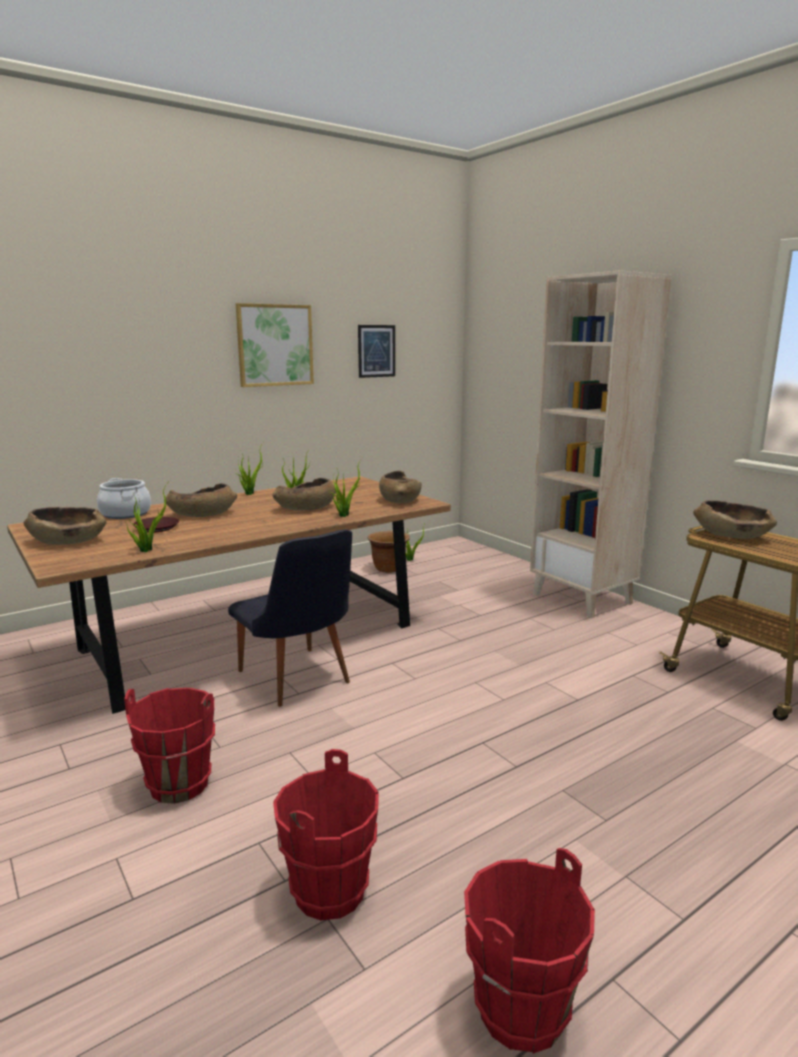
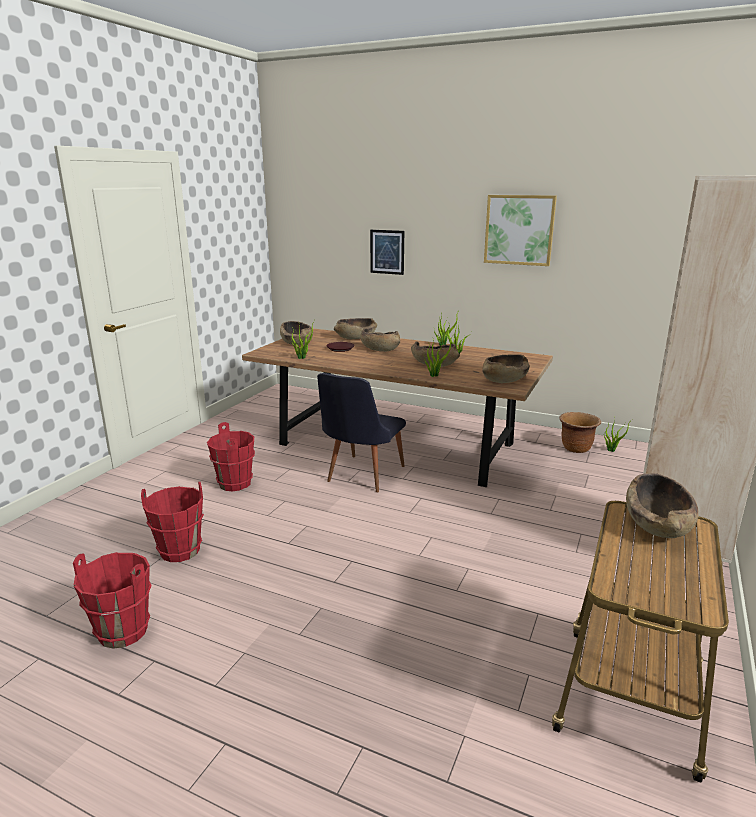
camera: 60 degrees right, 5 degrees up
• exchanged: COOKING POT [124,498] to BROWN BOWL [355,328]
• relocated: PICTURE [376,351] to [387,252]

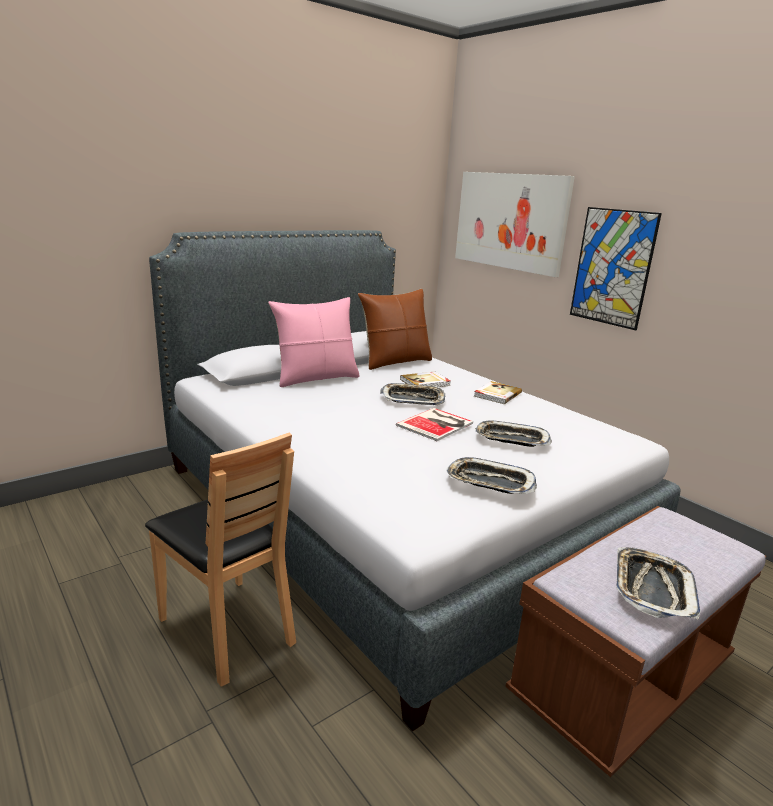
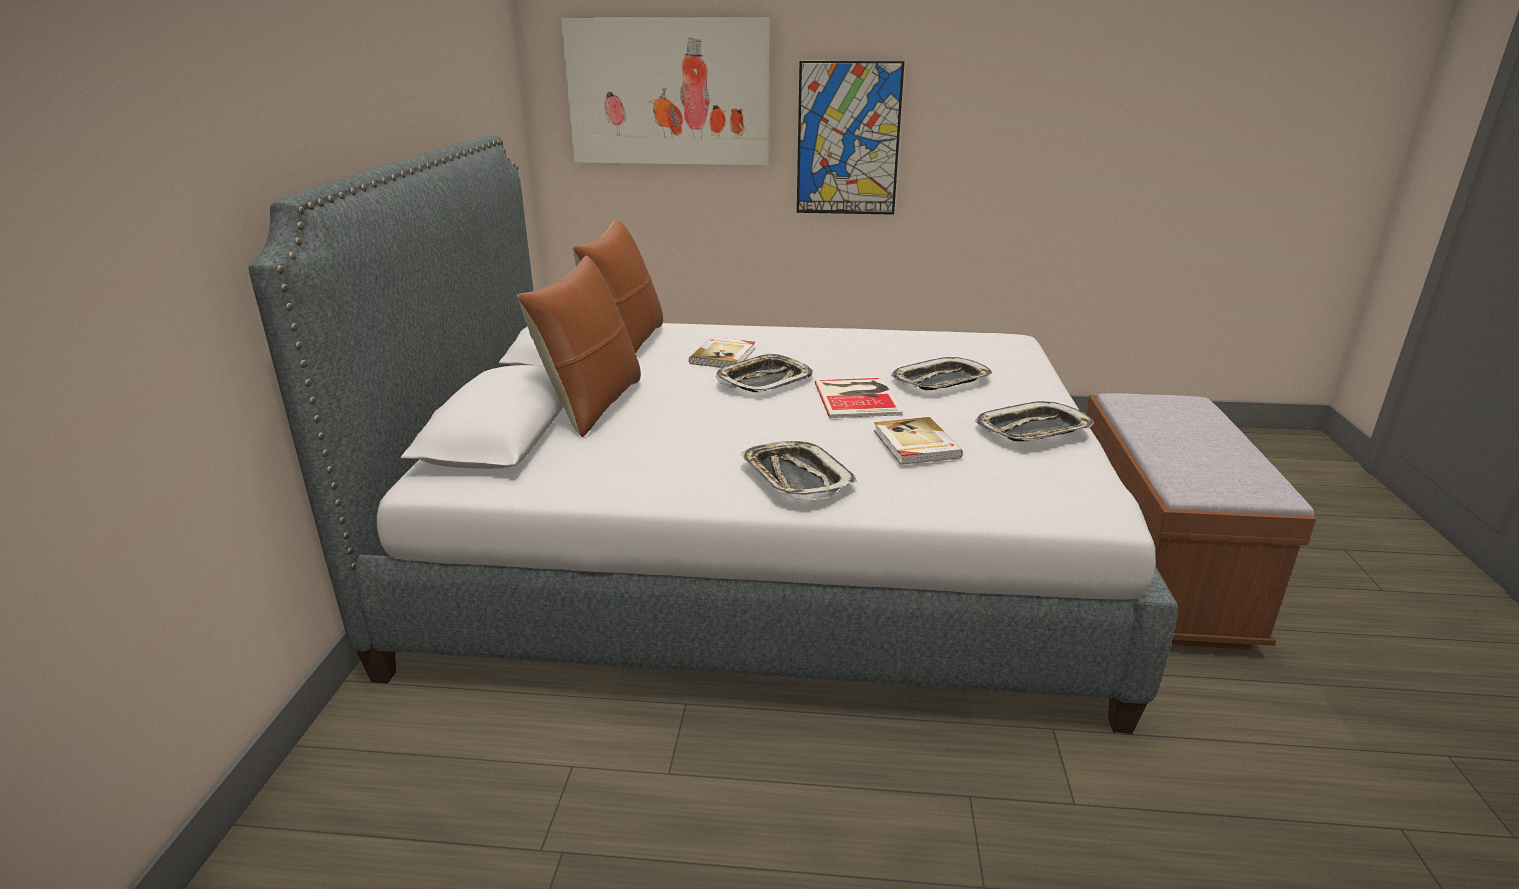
camera: 45 degrees left, 5 degrees up
• missing: BROWN CHAIR [220,559]
• colour: PINK PILLOW [314,342] to BROWN PILLOW [579,346]
• relocated: BOOK [498,392] to [918,441]
• relocated: TRAY [658,583] to [798,470]

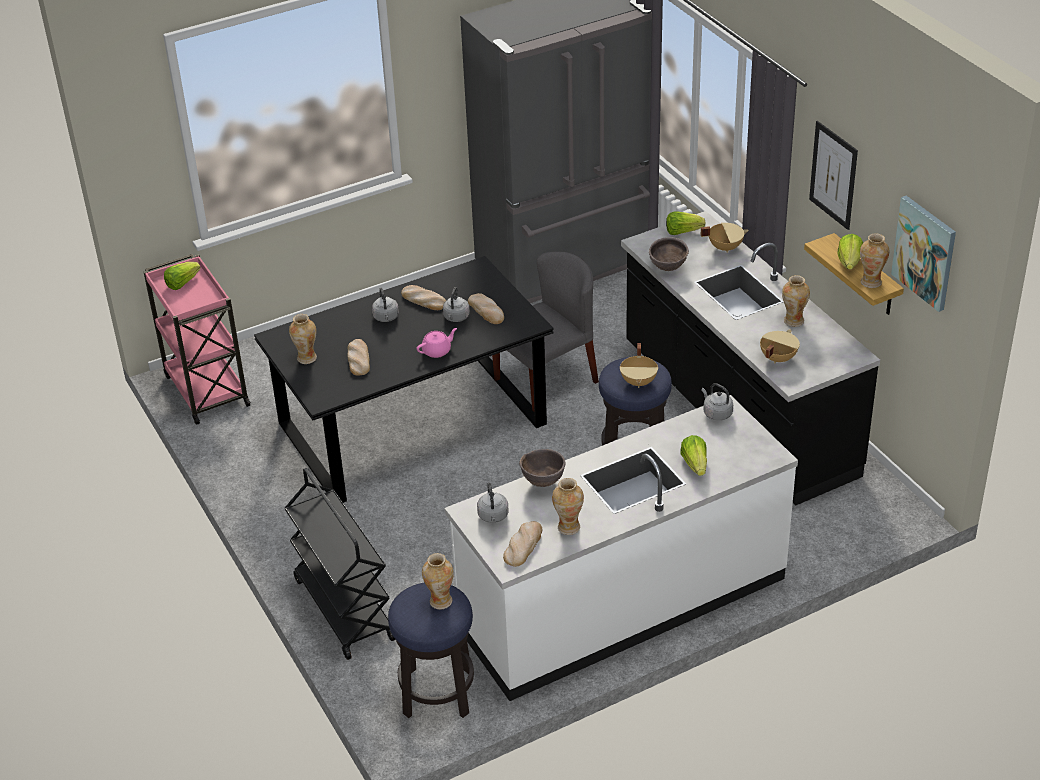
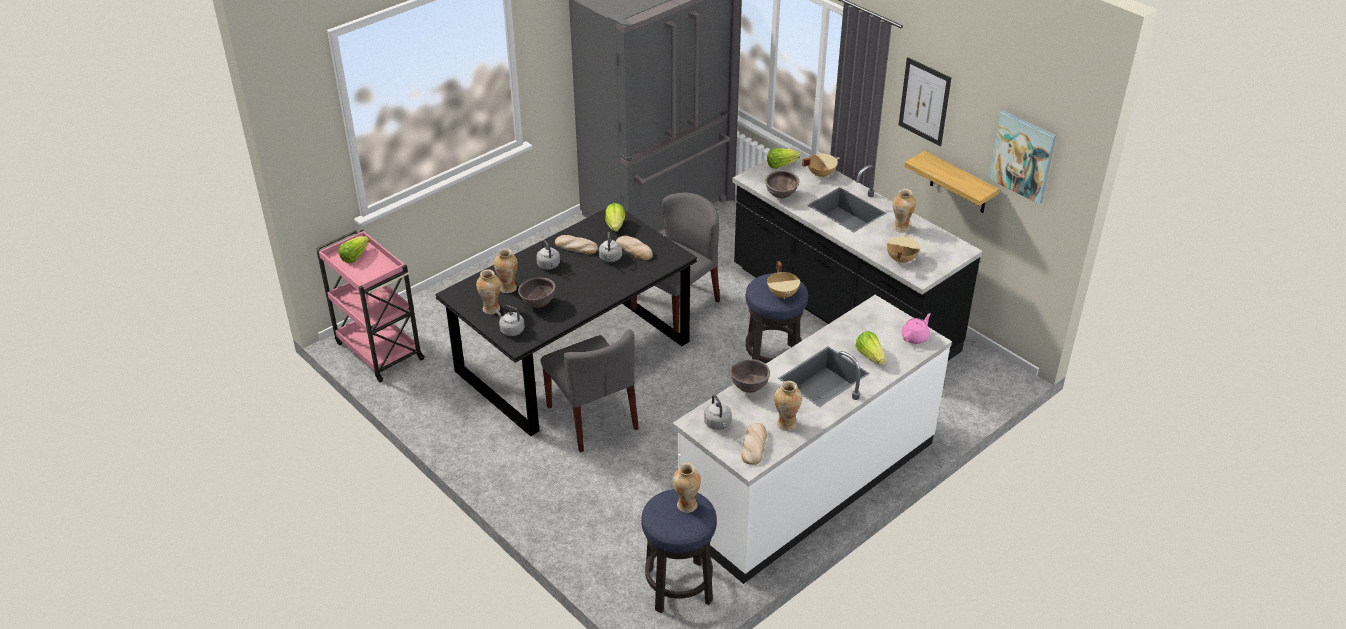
camera: 15 degrees left, 0 degrees up
• missing: BLACK CART [340,564]
• exchanged: BREAD [358,357] to BROWN BOWL [536,293]
• relocated: PINK TEAPOT [437,343] to [916,328]
• relocated: GREY KETTLE [717,402] to [510,320]
• relocated: LETTUCE [850,251] to [615,217]
• relocated: VASE [874,261] to [506,271]
• appeared: GREY CHAIR [590,391]

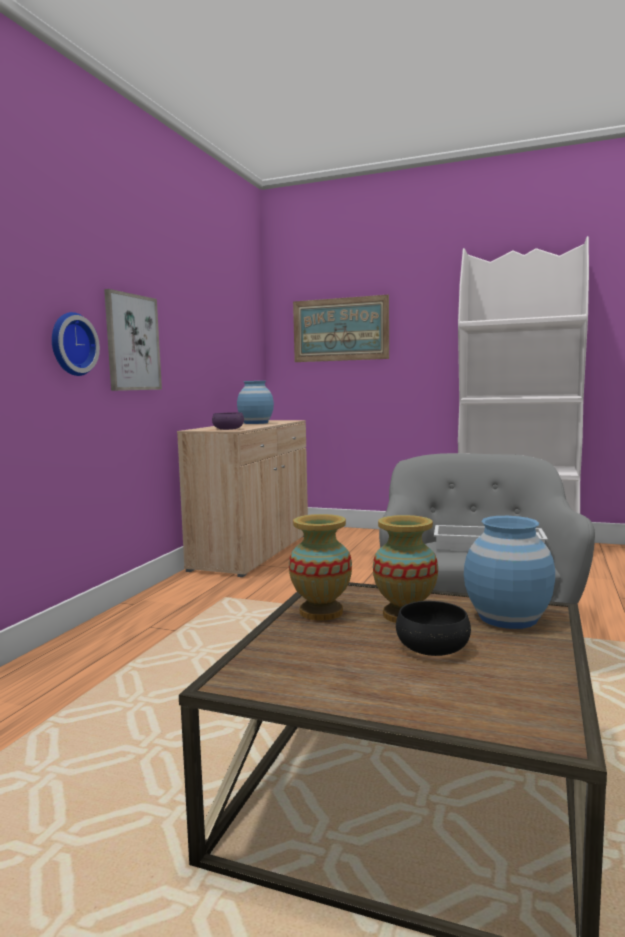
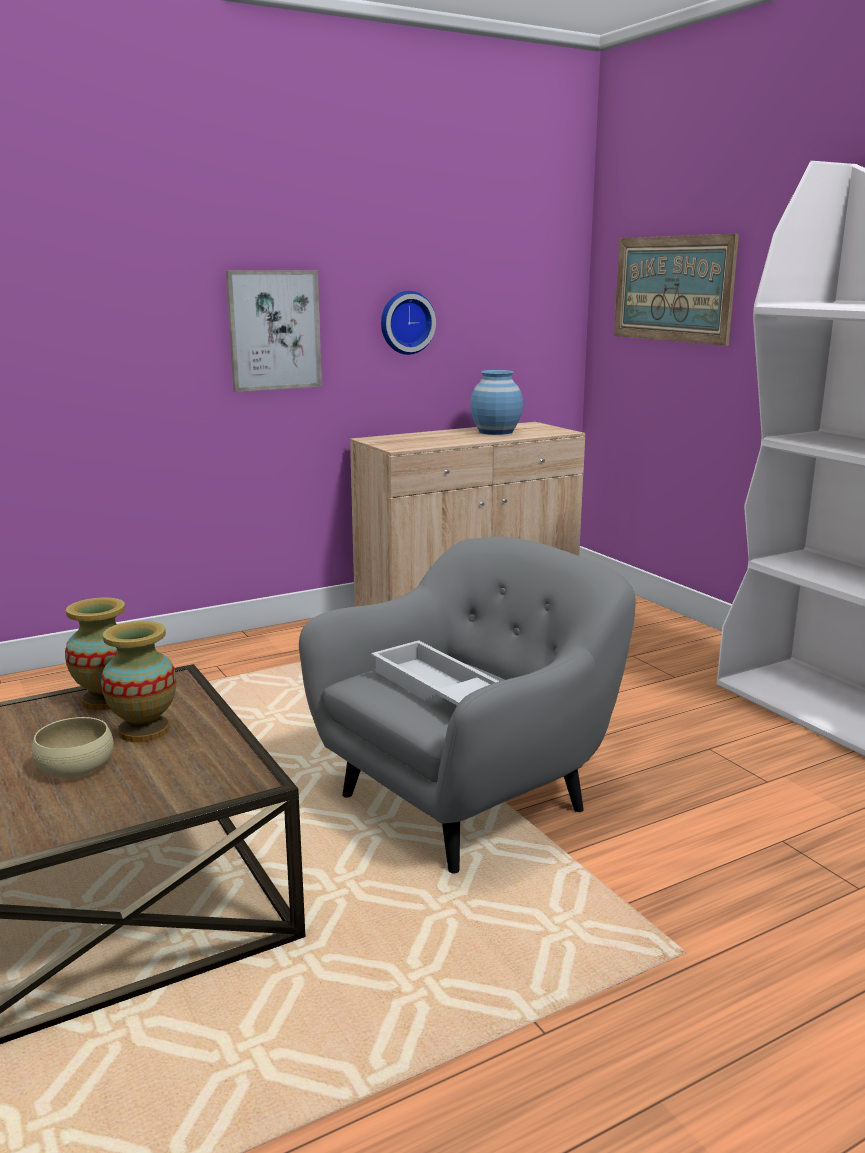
camera: 40 degrees right, 10 degrees up
• relocated: WALL CLOCK [76,344] to [408,323]
• missing: PURPLE BOWL [228,421]
• colour: BLACK BOWL [433,628] to BEIGE BOWL [72,747]
• missing: BLUE VASE [509,572]

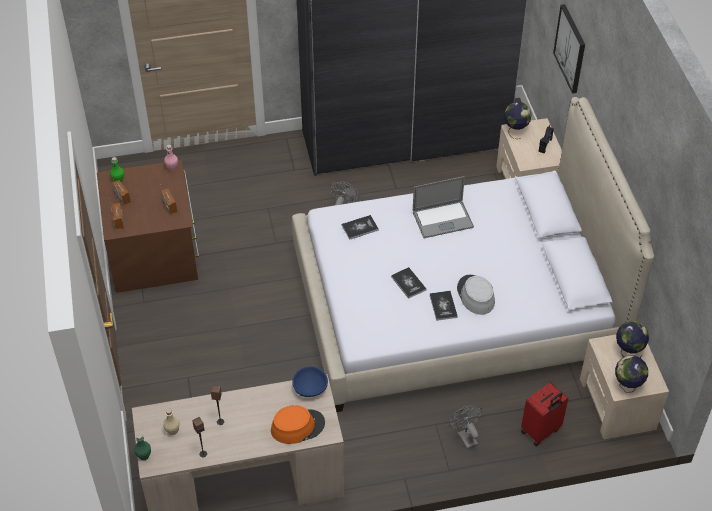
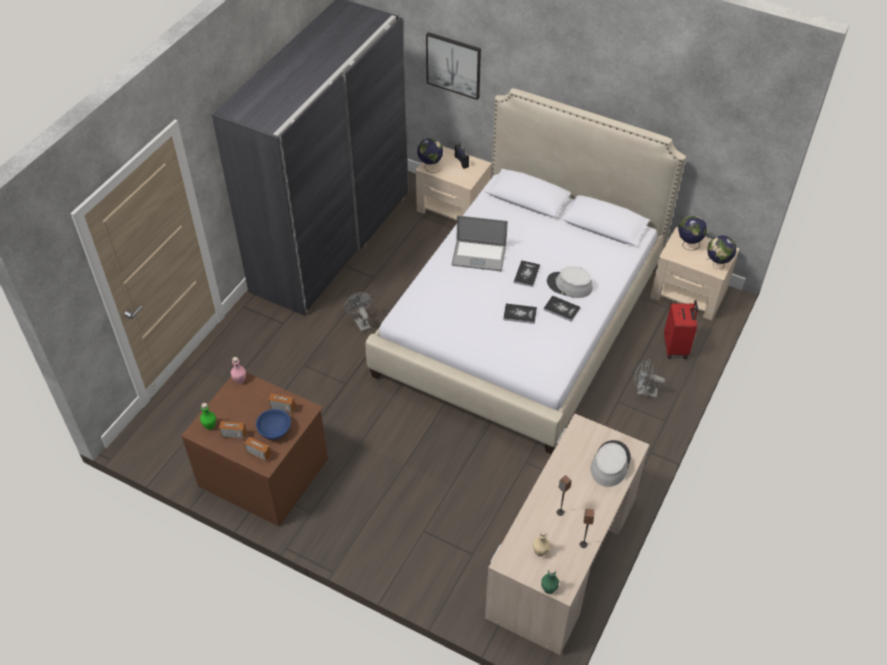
camera: 50 degrees left, 0 degrees up
• colour: ORANGE HAT [298,424] to GREY HAT [611,463]
• relocated: BLUE BOWL [310,381] to [273,424]
• relocated: BOOK [360,227] to [527,273]
• spun: LAPTOP [443,207] = [480,243] 75 degrees clockwise

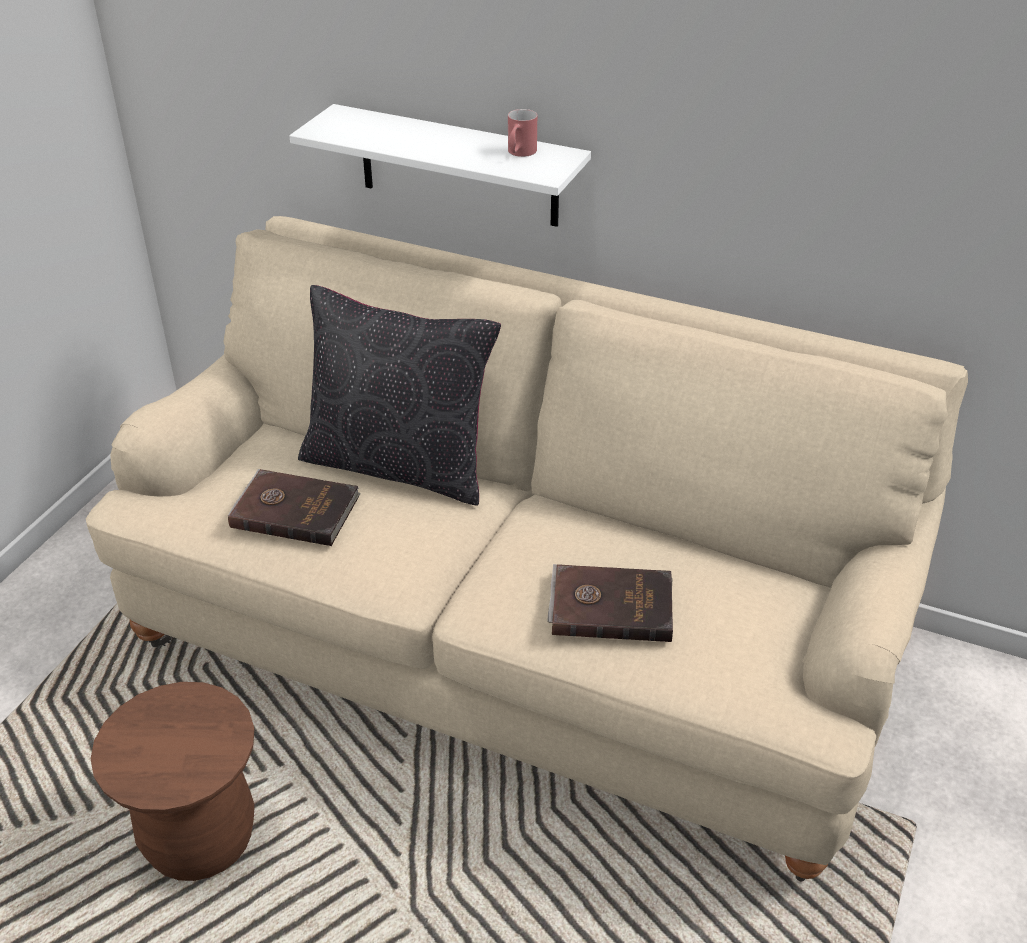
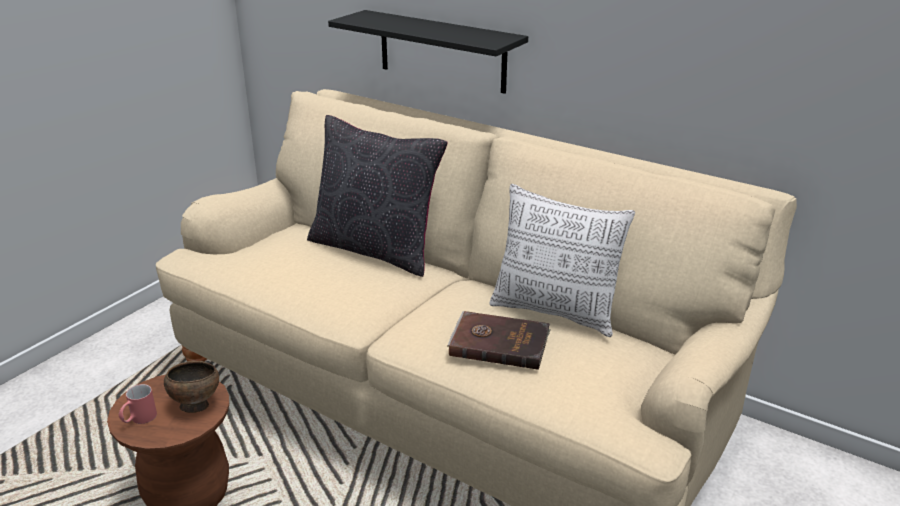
camera: 10 degrees right, 10 degrees down
• missing: BROWN BOOK [294,507]
• colour: WHITE SHELF [440,165] to BLACK SHELF [428,52]
• relocated: RED MUG [522,133] to [138,404]
• appeared: BROWN BOWL [191,387]
• appeared: PILLOW [562,260]

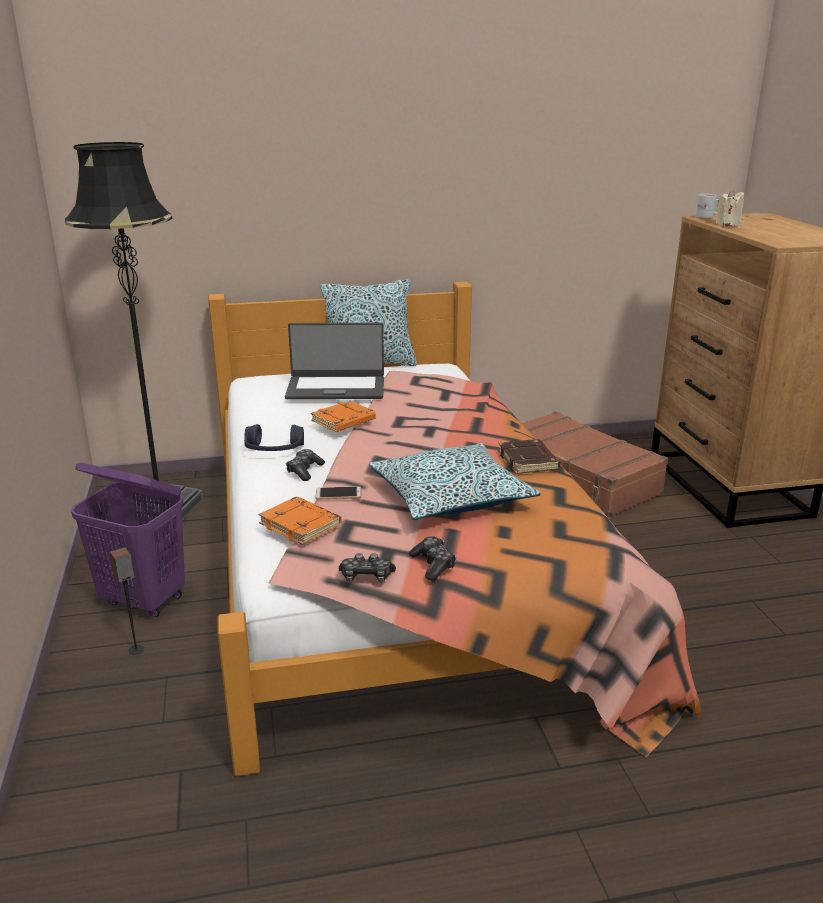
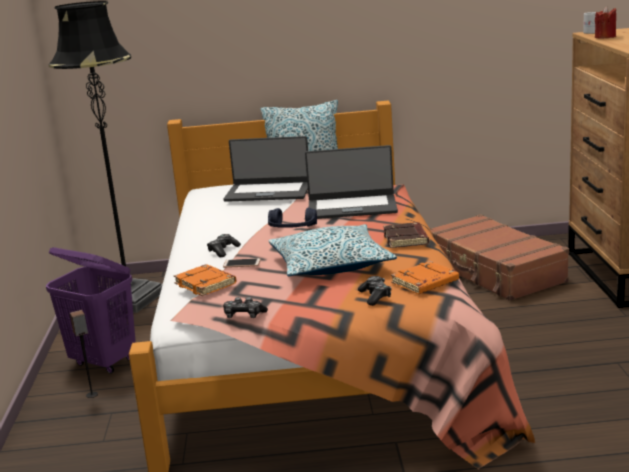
camera: 10 degrees right, 5 degrees down
• relocated: BLUE HEADPHONES [274,437] to [292,218]
• relocated: ORANGE BOOK [343,416] to [425,277]
• relocated: GAME CONTROLLER [432,558] to [374,291]
• colour: BEIGE CANDLE [730,207] to RED CANDLE [605,22]
• appeared: LAPTOP [351,182]

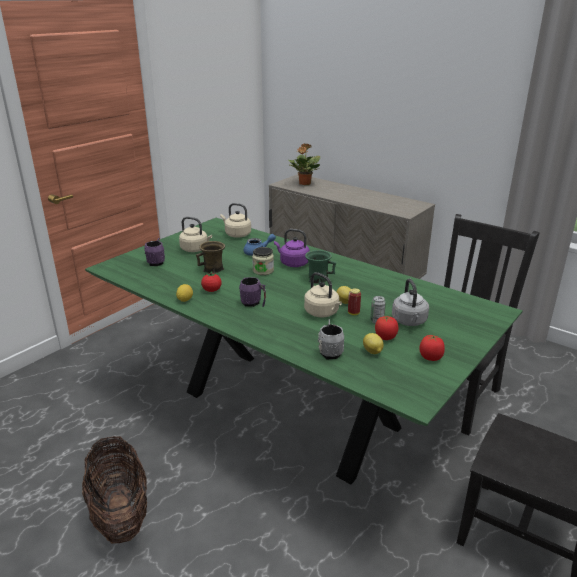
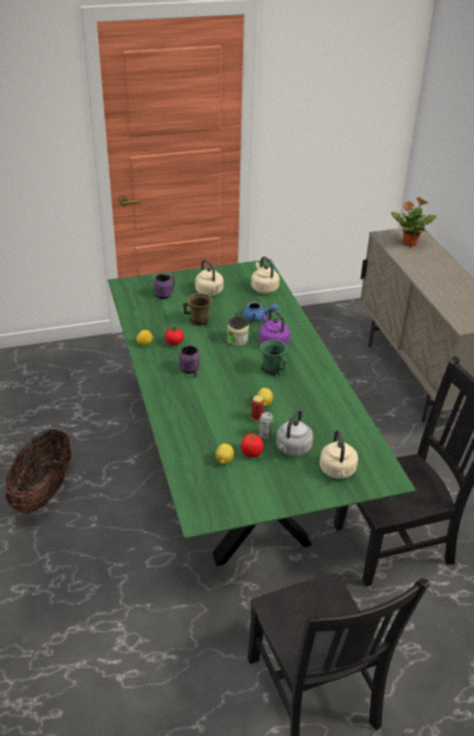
camera: 35 degrees right, 10 degrees up
• relocated: BEIGE KETTLE [323,294] to [339,454]
• missing: GREY MUG [331,339]
• missing: TOMATO [432,347]

